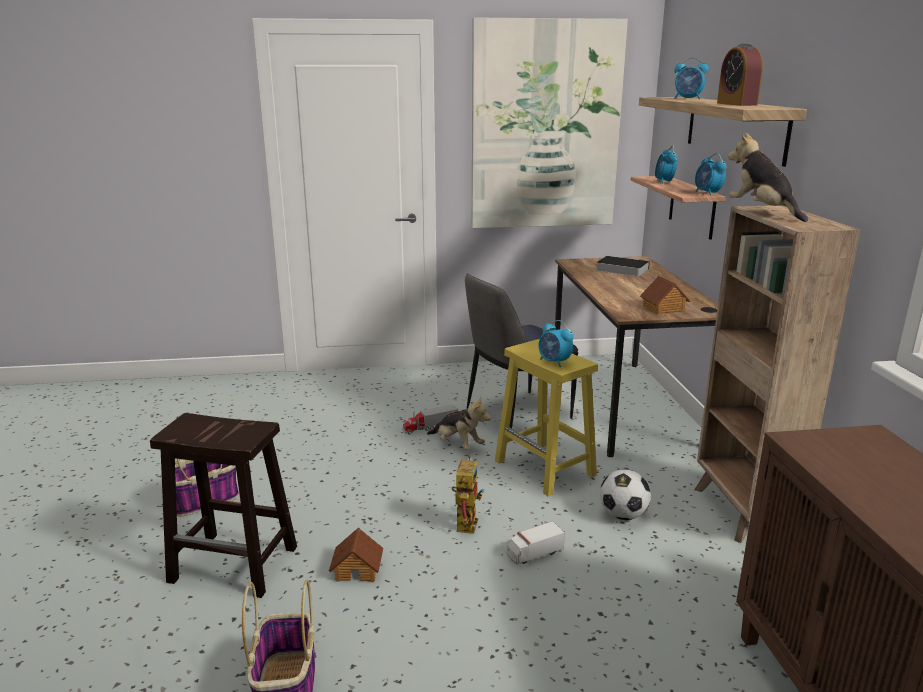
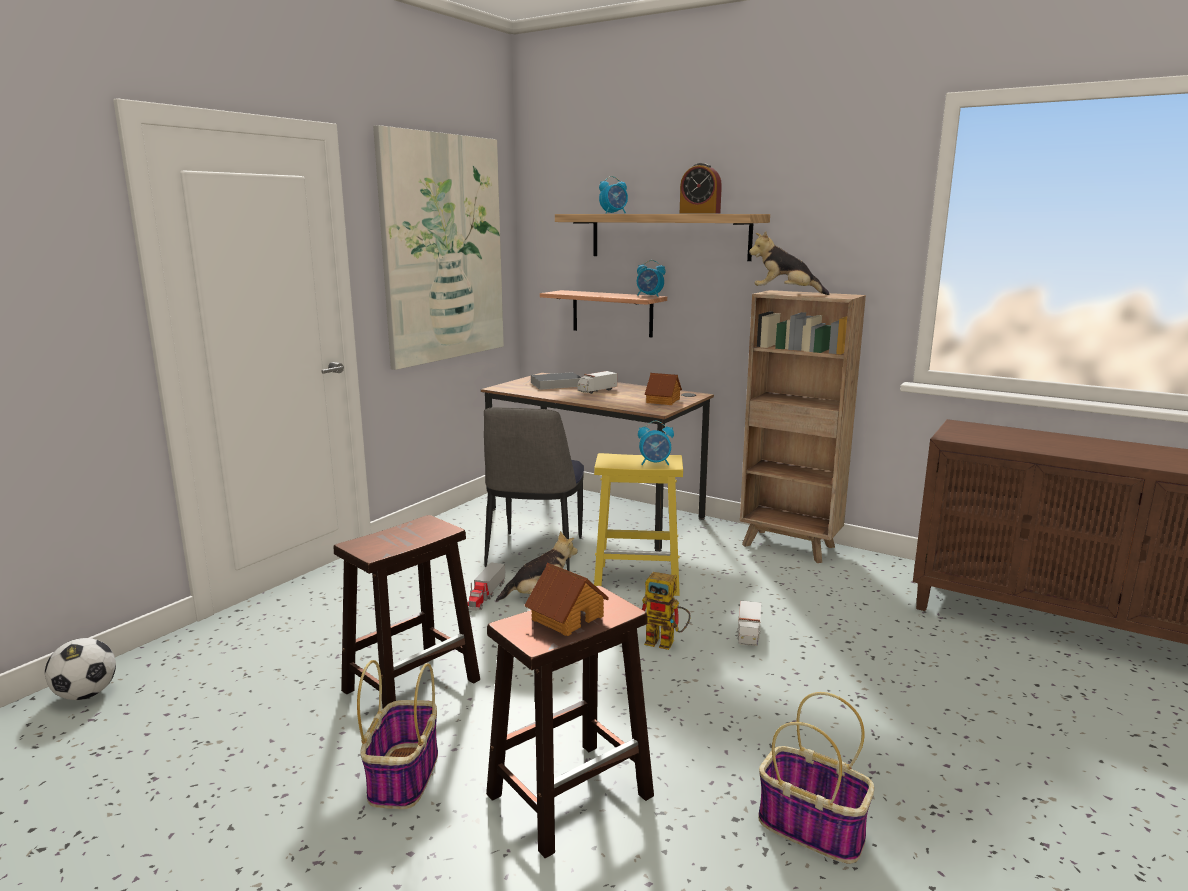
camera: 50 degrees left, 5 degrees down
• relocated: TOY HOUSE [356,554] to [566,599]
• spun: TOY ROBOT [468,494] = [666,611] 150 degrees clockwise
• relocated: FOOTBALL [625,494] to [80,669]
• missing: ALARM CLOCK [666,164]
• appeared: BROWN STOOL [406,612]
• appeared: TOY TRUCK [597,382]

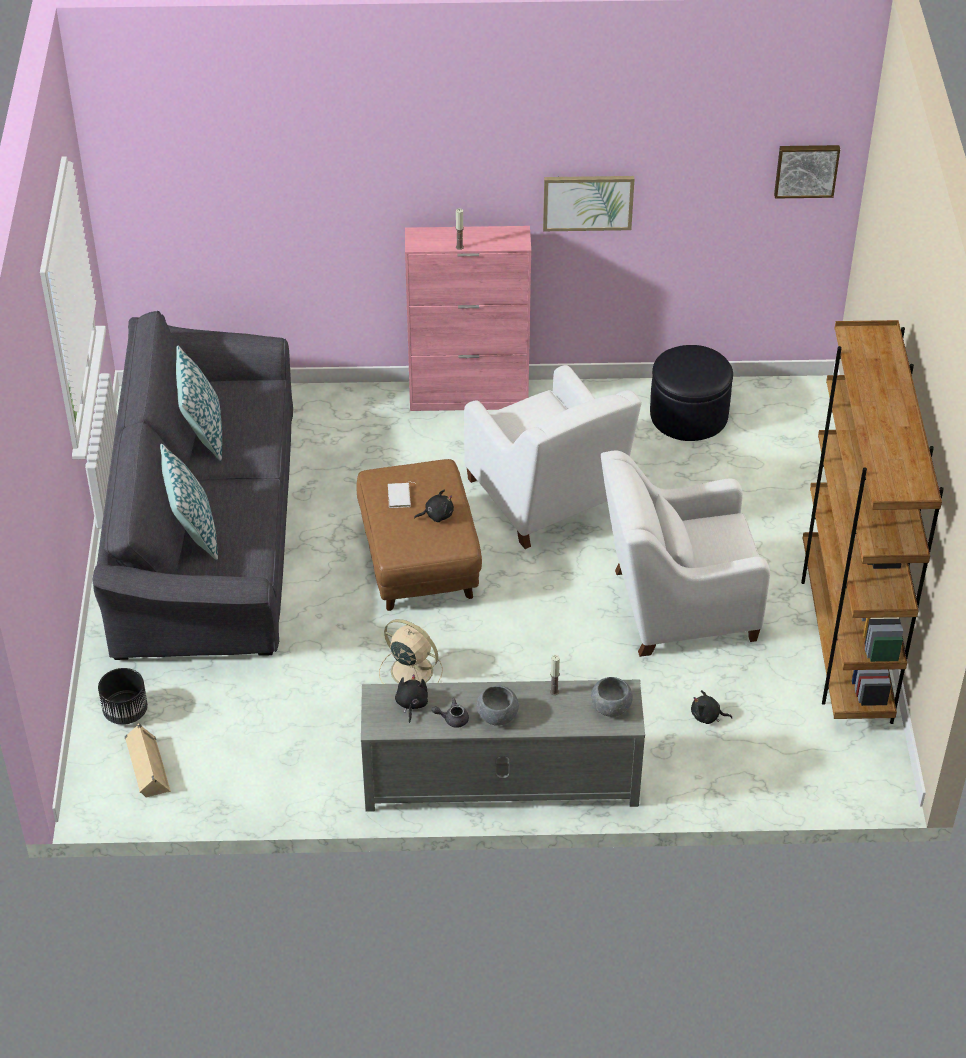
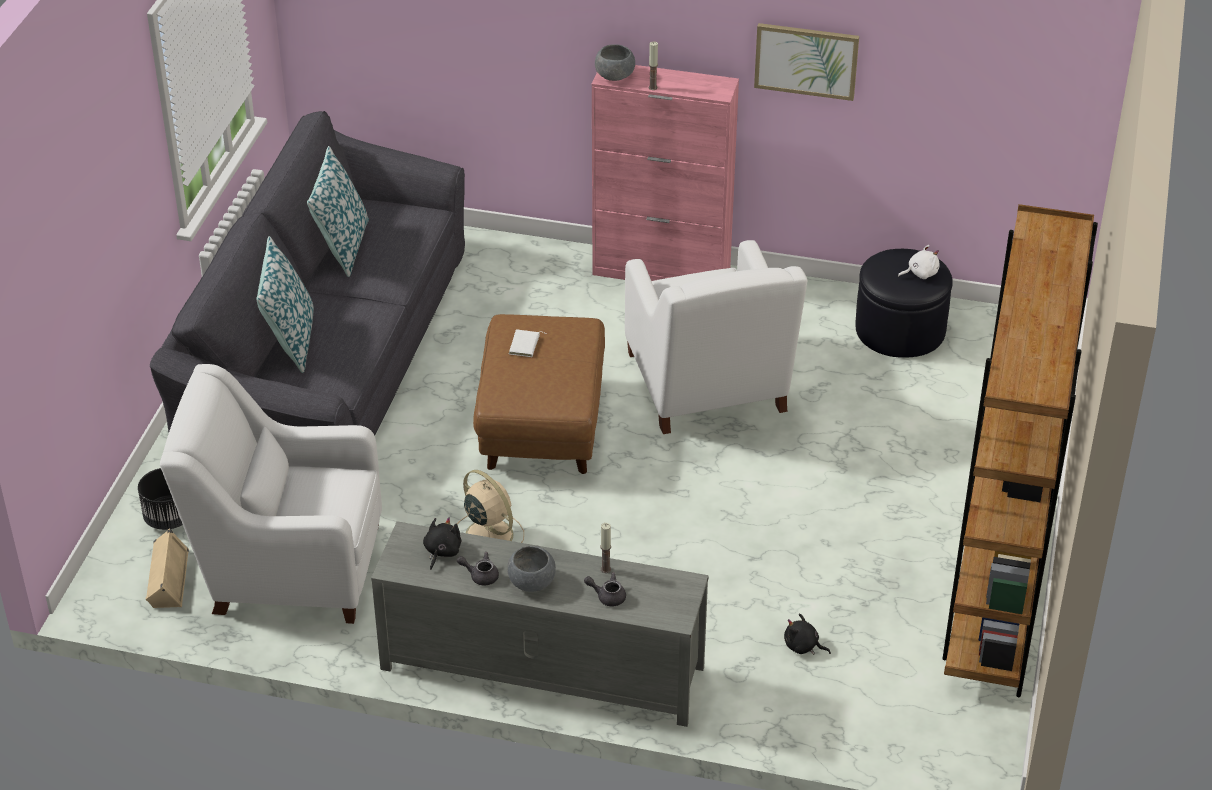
camera: 15 degrees right, 5 degrees down
• missing: BLACK PLUSH TOY [434,506]
• relocated: GREY BOWL [612,697] to [615,62]
• relocated: WHITE ARMCHAIR [685,554] to [271,494]
• missing: PICTURE [807,172]
• appeared: GREY TEAPOT [605,589]
• appeared: WHITE PLUSH TOY [919,262]

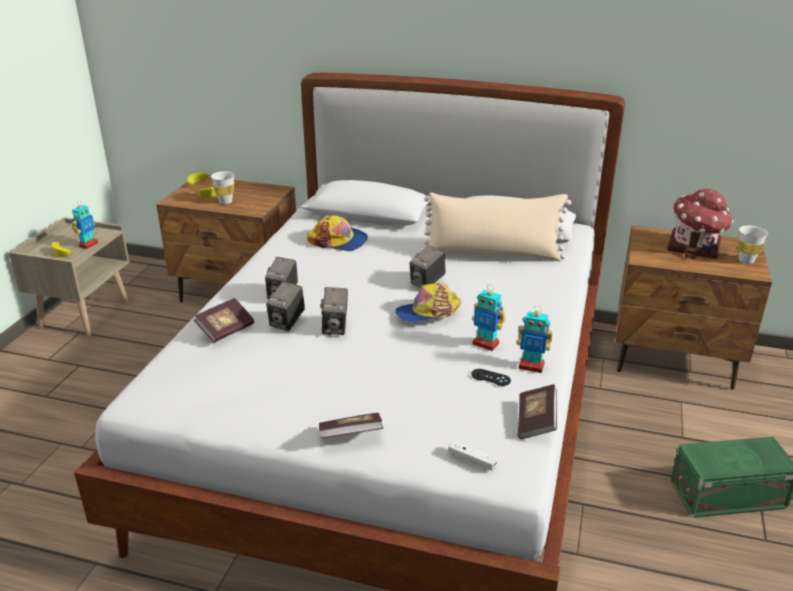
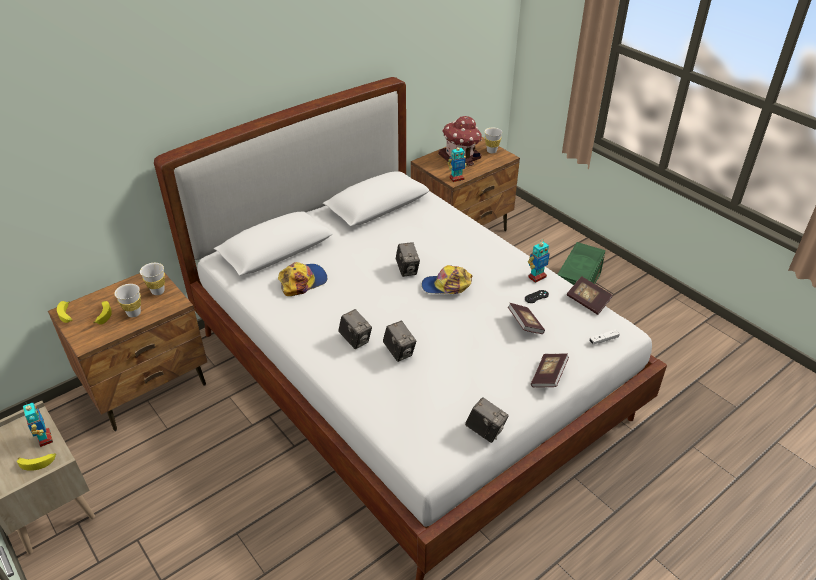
camera: 55 degrees left, 10 degrees up
• relocated: BOOK [224,320] to [526,318]
• relocated: PHOTO CAMERA [334,311] to [487,420]
• spun: CAP [428,302] = [447,279] 75 degrees clockwise
• missing: BEIGE PILLOW [496,226]
• relocated: TOY ROBOT [489,317] to [457,163]
• appeared: WHITE CUP [152,279]

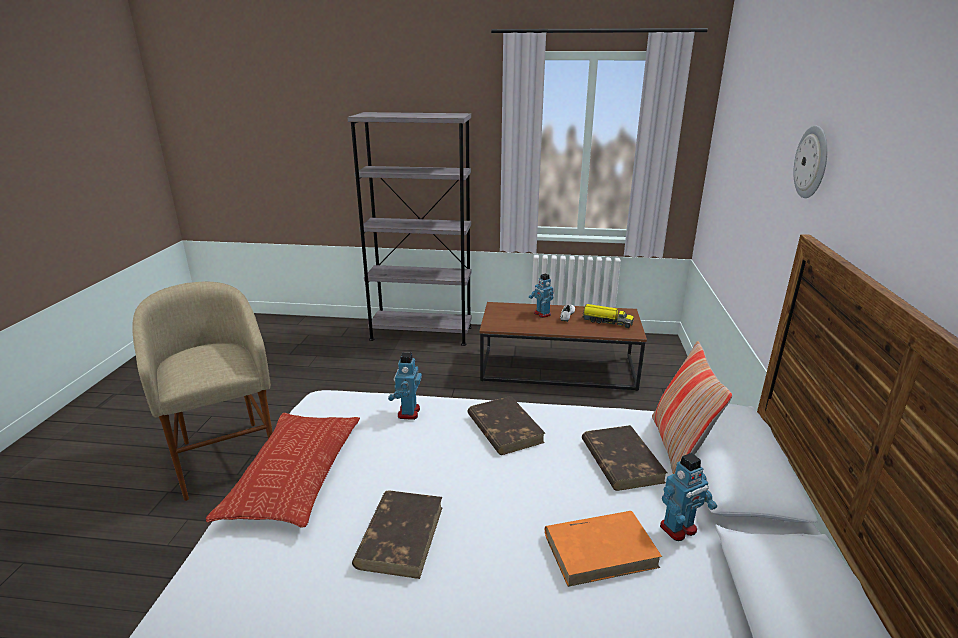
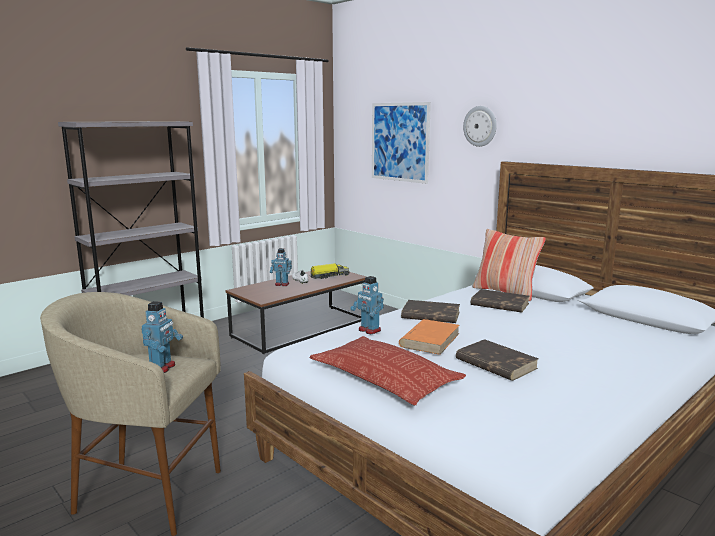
camera: 50 degrees left, 10 degrees down
• relocated: ORANGE BOOK [603,549] to [429,337]
• relocated: TOY ROBOT [688,497] to [162,337]
• appeared: PICTURE [401,143]

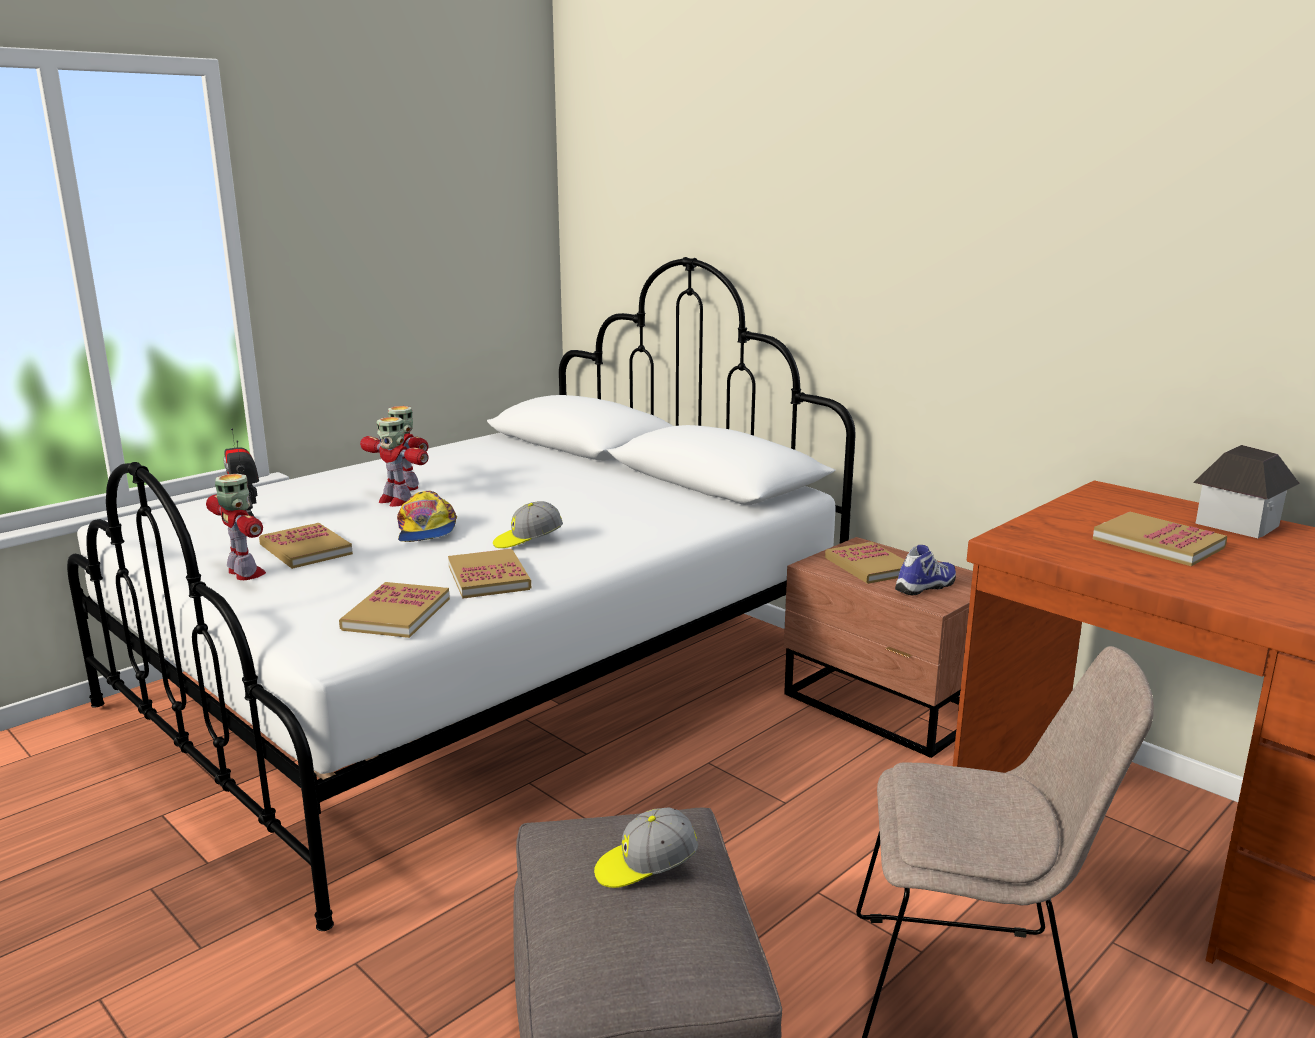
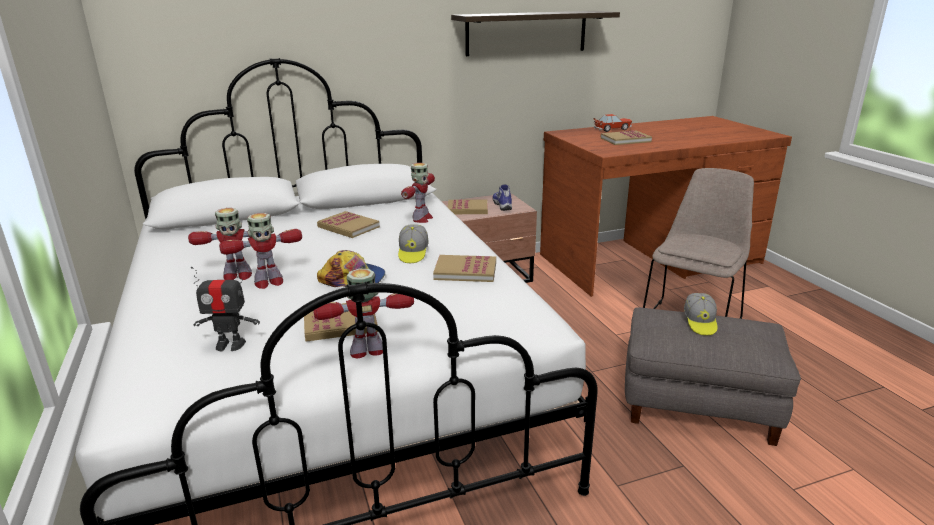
camera: 65 degrees left, 5 degrees up
• relocated: BOOK [394,610] to [348,224]
• exchanged: TOY HOUSE [1246,491] to TOY CAR [612,123]
• appeared: TOY ROBOT [418,193]
• appeared: SHELF [535,33]

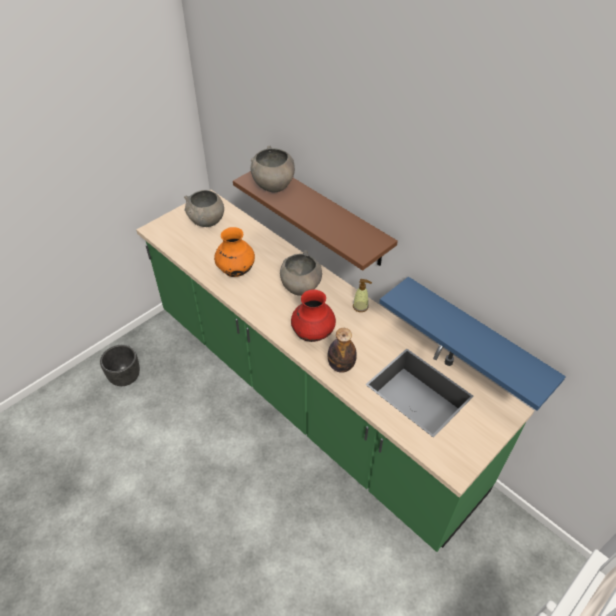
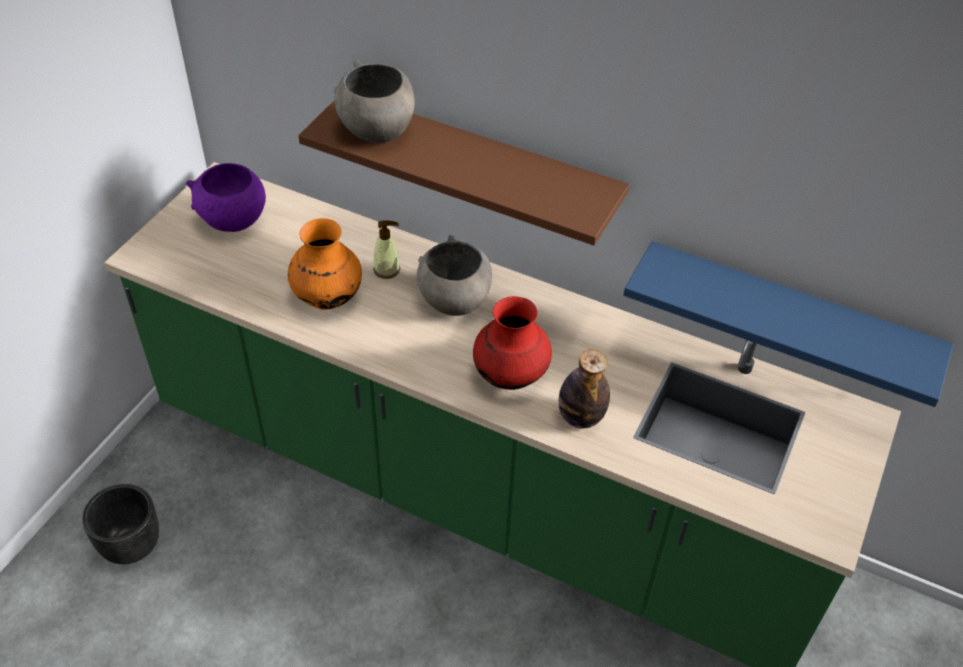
camera: 20 degrees left, 0 degrees up
• colour: GREY BOWL [204,208] to PURPLE BOWL [226,197]
• relocated: SOAP DISPENSER [362,295] to [386,249]

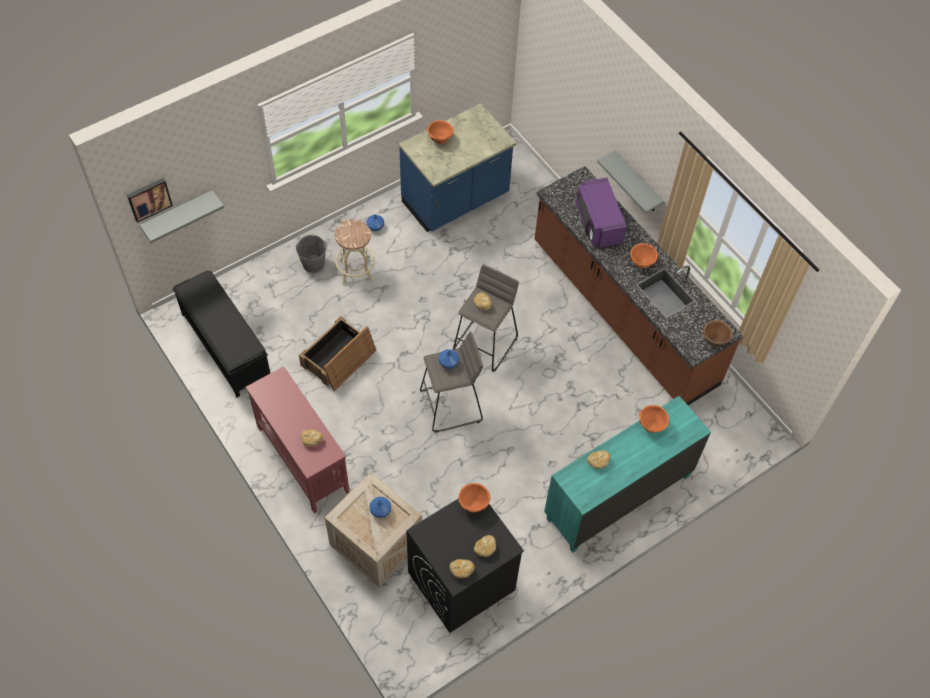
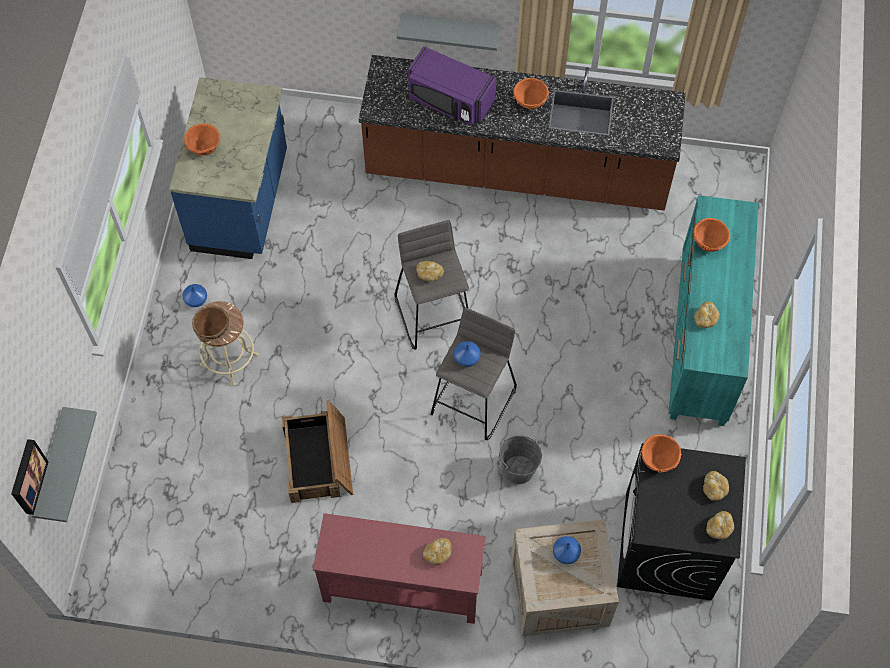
camera: 45 degrees left, 5 degrees up
• missing: BLACK BENCH [221,333]
• relocated: GREY BUCKET [311,253] to [520,459]
• relocated: BROWN BOWL [717,333] to [210,322]

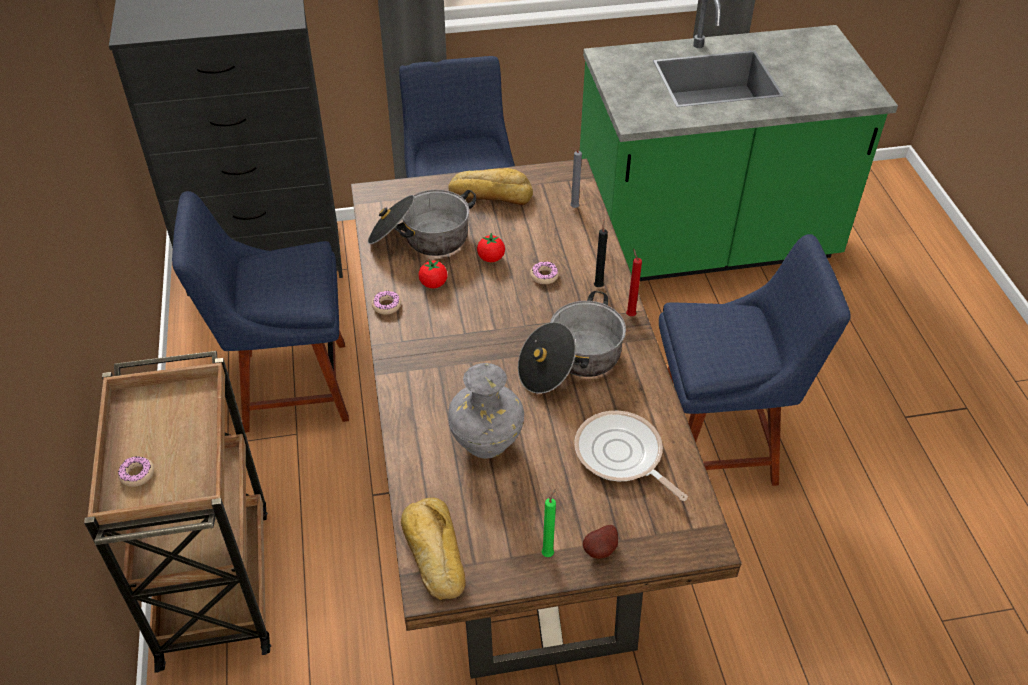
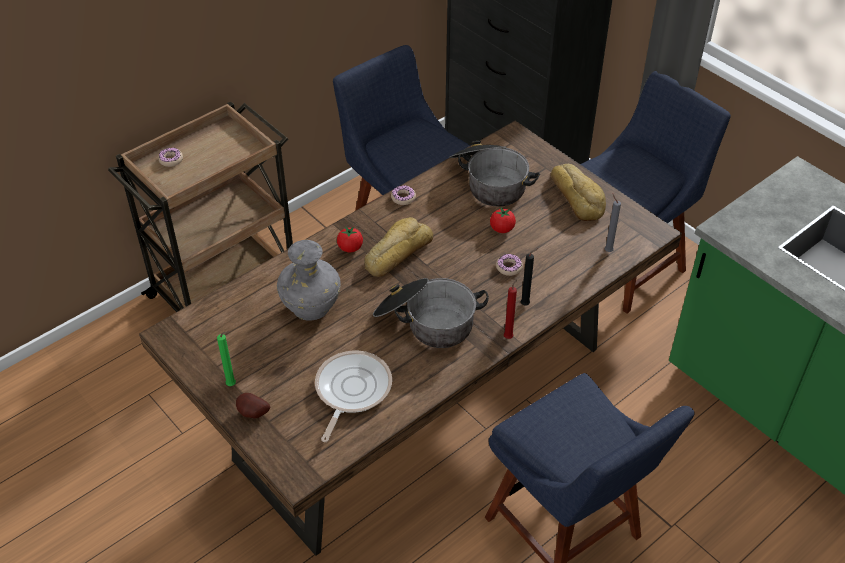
camera: 60 degrees right, 0 degrees up
• relocated: BREAD [433,549] to [398,247]
• relocated: TOMATO [433,273] to [350,239]

